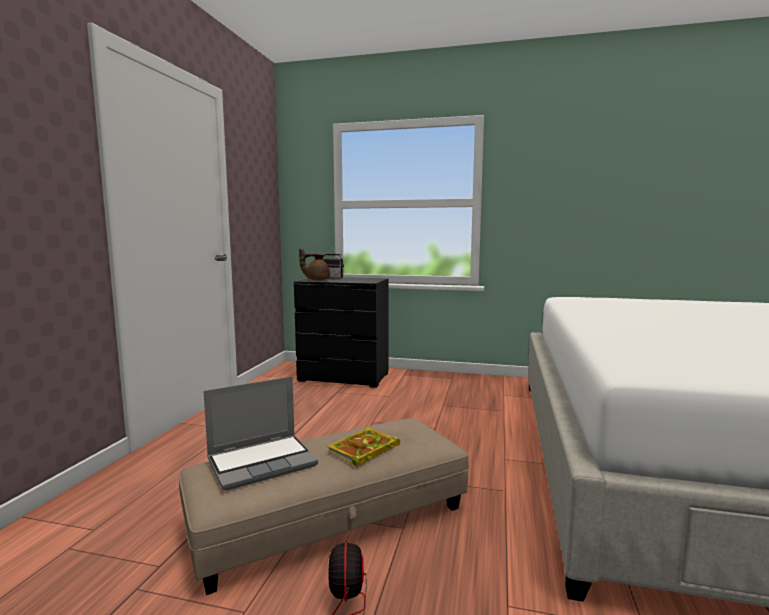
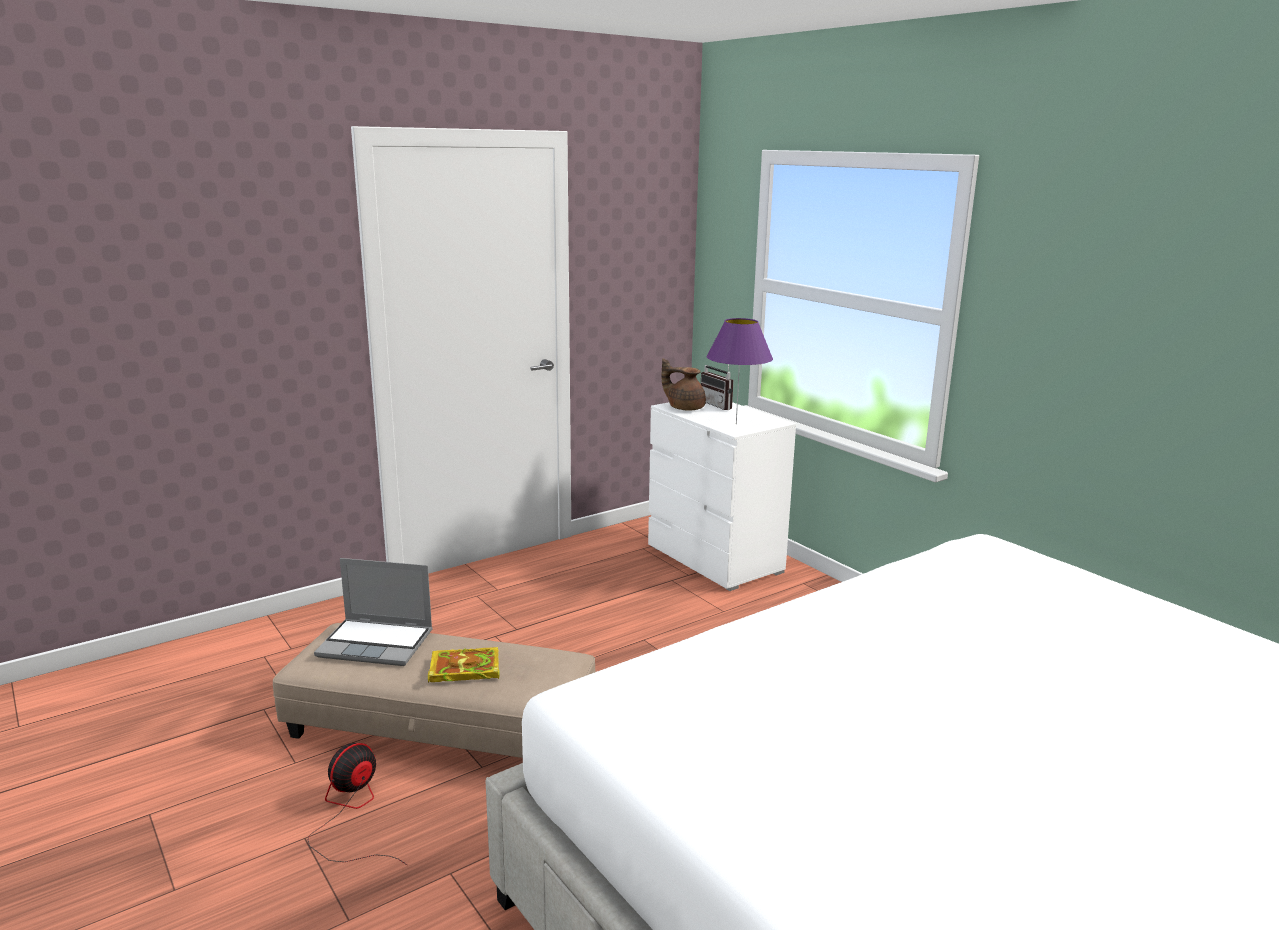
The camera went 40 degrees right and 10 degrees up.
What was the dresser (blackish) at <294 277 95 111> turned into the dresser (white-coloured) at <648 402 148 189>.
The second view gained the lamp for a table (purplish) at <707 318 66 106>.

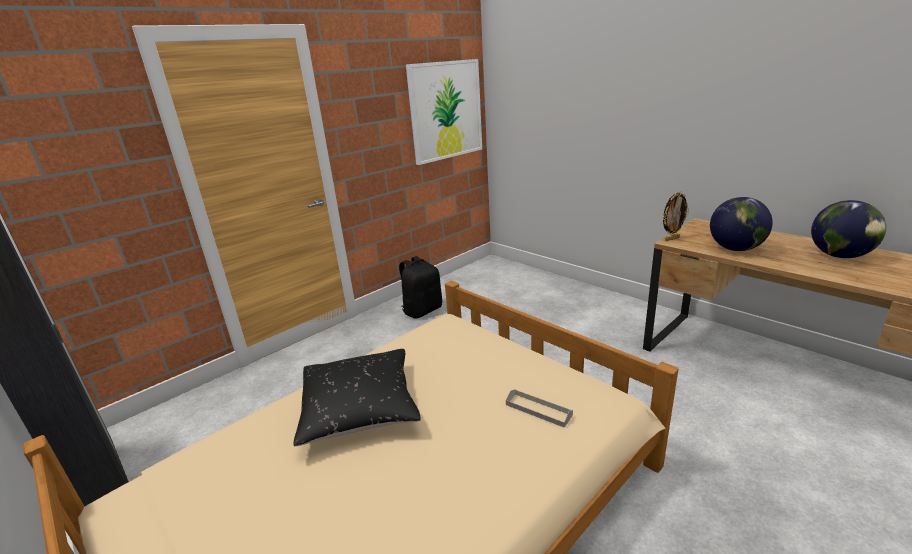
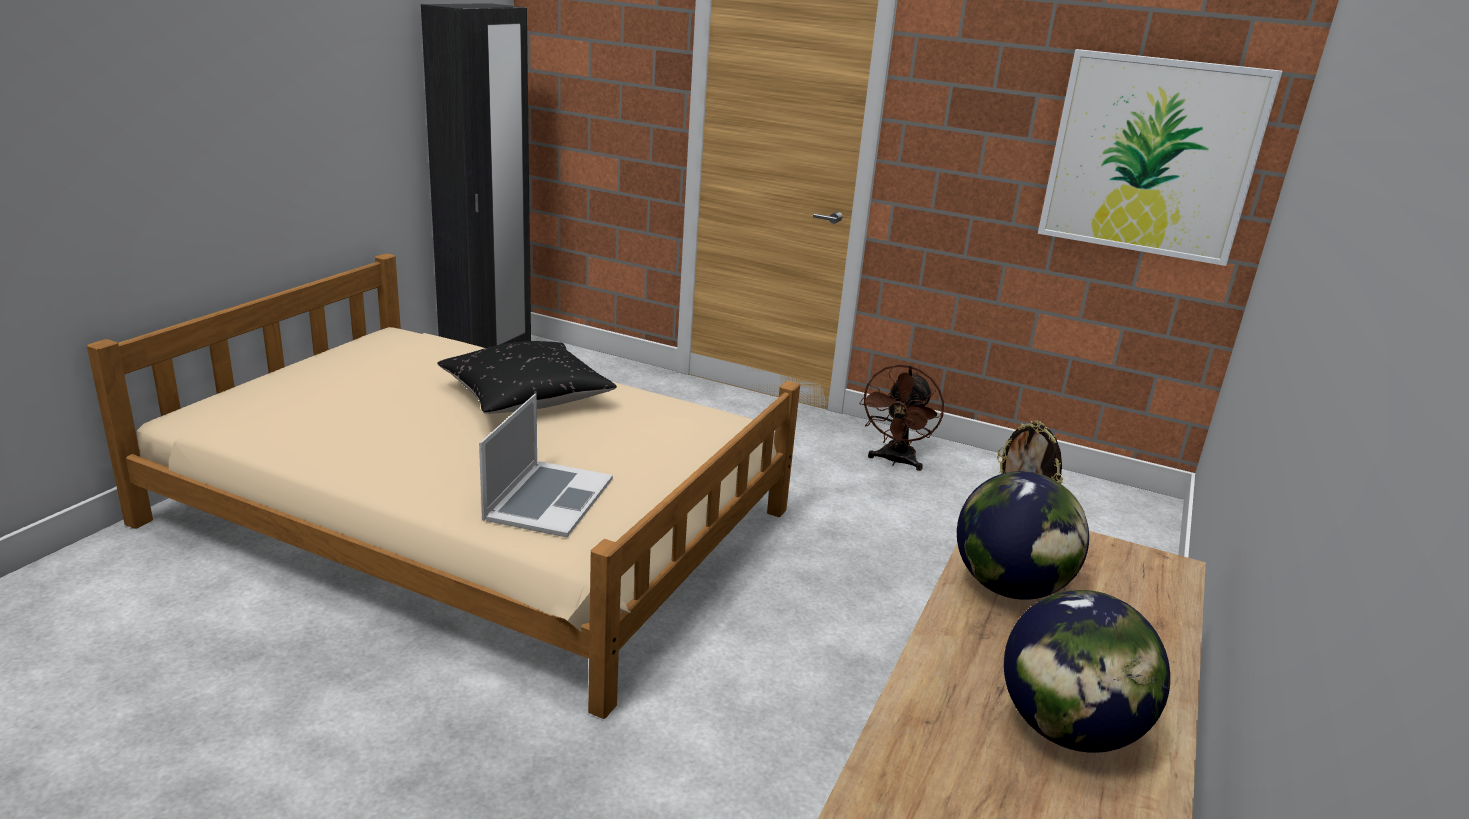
The camera went 65 degrees right and 0 degrees up.
Where the backpack (blackish) stood at <399 256 43 63>, the fan (brownish) came to stand at <859 364 85 107>.
Where the serving tray (grey) stood at <506 389 67 39>, the notebook computer came to stand at <479 394 134 143>.

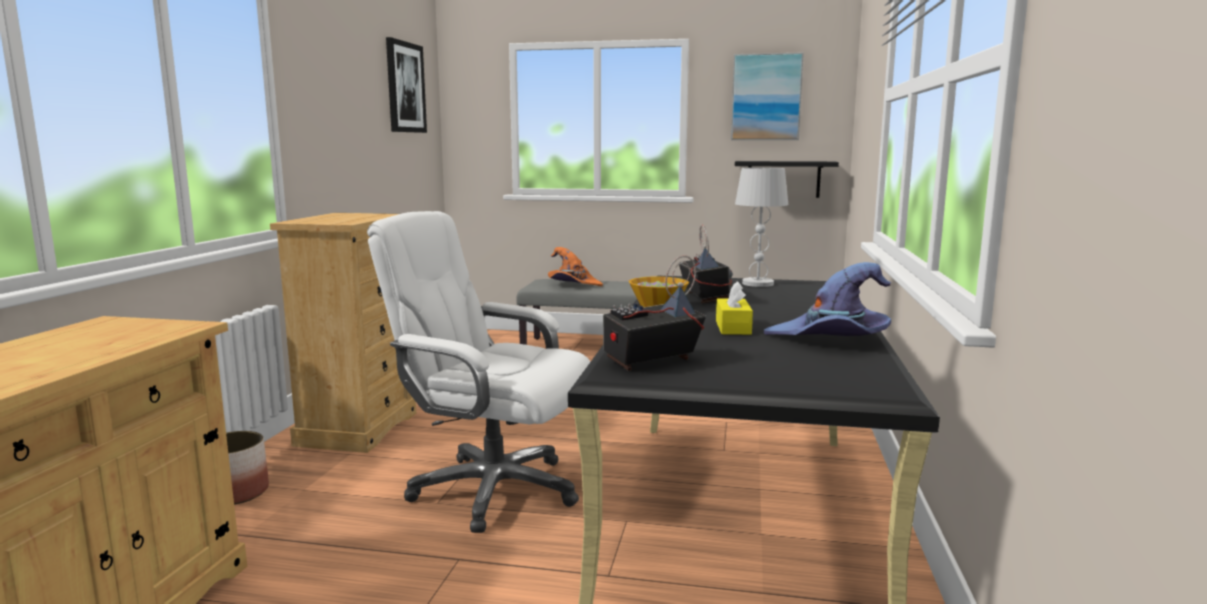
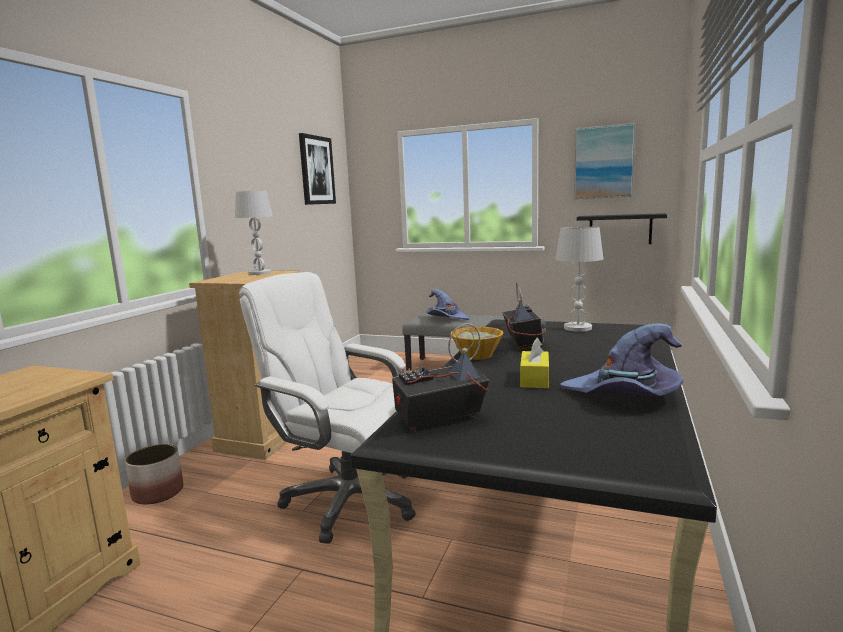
The camera went 10 degrees right and 0 degrees up.
What was the hat (orange-coloured) at <548 247 55 39> turned into the hat (purplish) at <427 289 42 31>.
The second view gained the lamp for a table (white-coloured) at <235 191 38 84>.

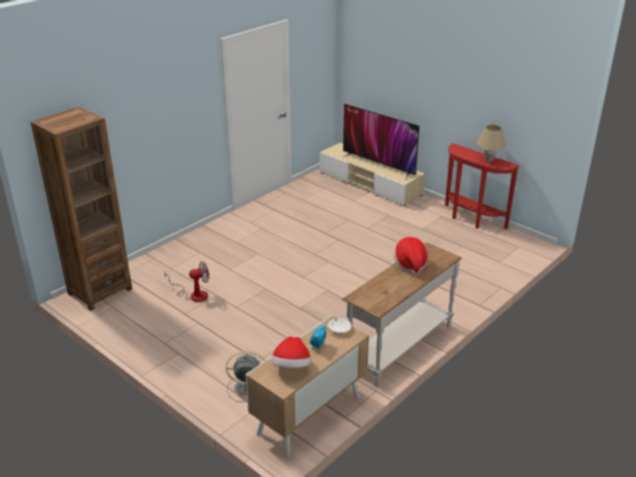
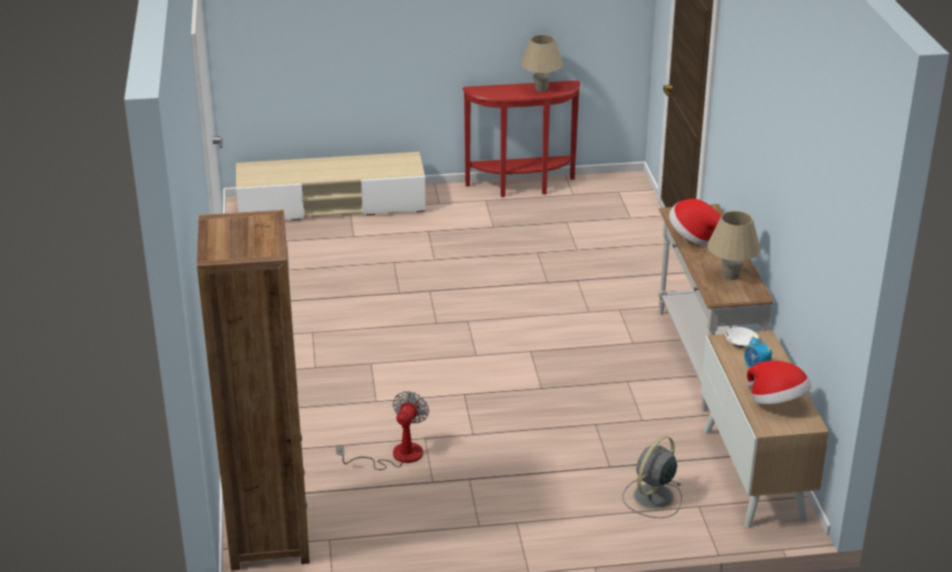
The camera went 50 degrees left and 0 degrees up.
The second view lost the TV at <342 104 77 77>.
The second view gained the lamp for a table (beige) at <707 211 54 69>.

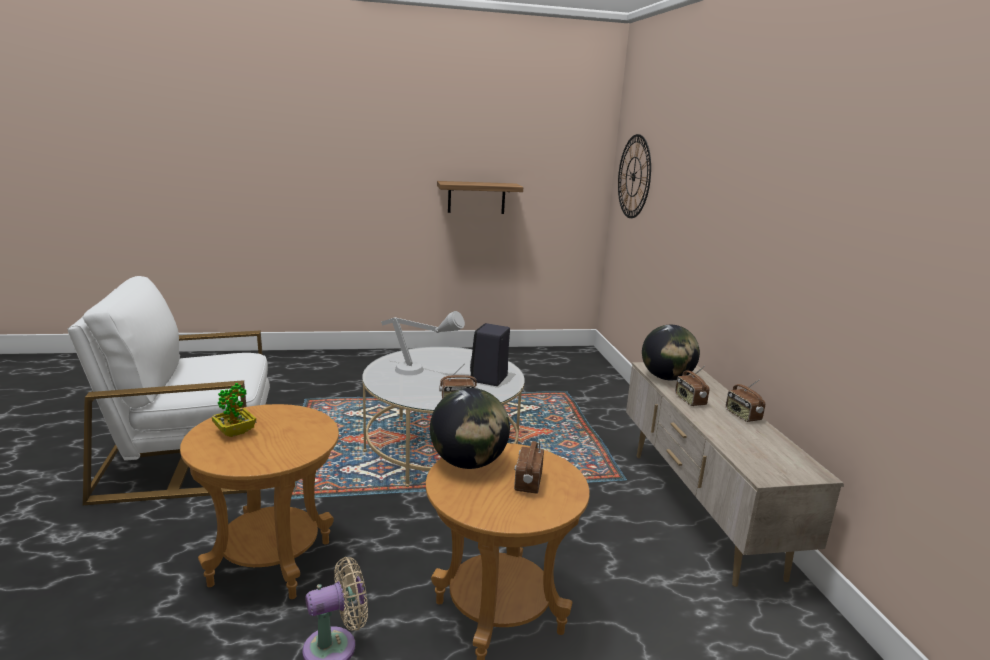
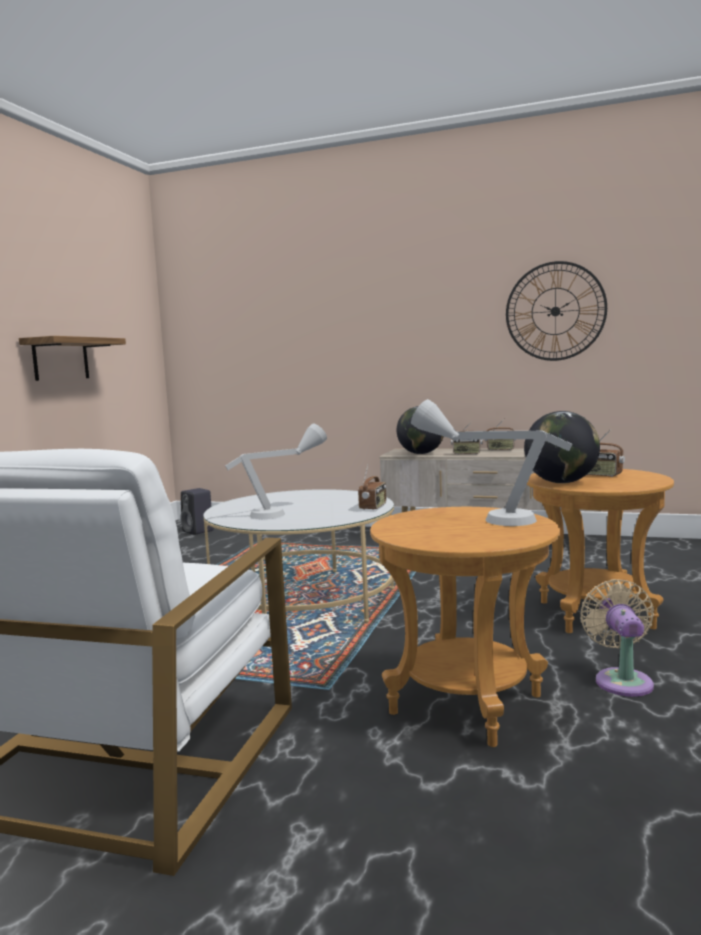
The camera went 60 degrees left and 10 degrees down.
The wall clock ended up elsewhere, having gone from <618 134 33 84> to <506 261 101 100>.
The loudspeaker (blackish) ended up elsewhere, having gone from <470 323 40 63> to <181 488 33 47>.
The second view lost the houseplant at <212 383 44 54>.
The second view gained the lamp for a table (grey) at <411 399 161 127>.

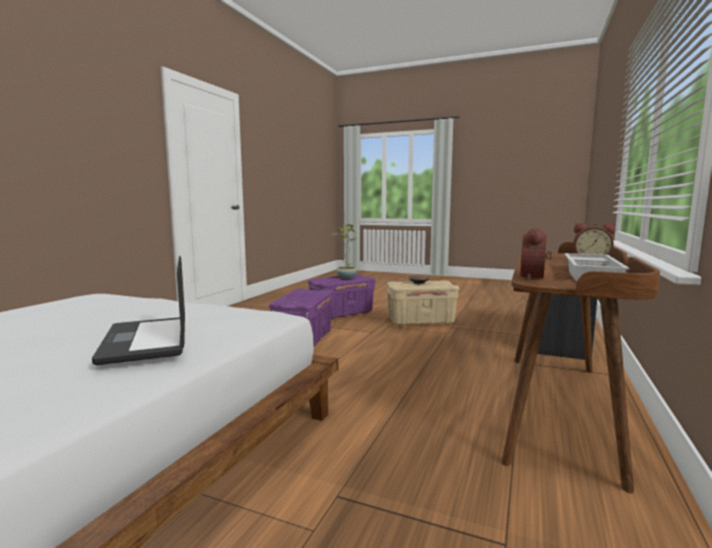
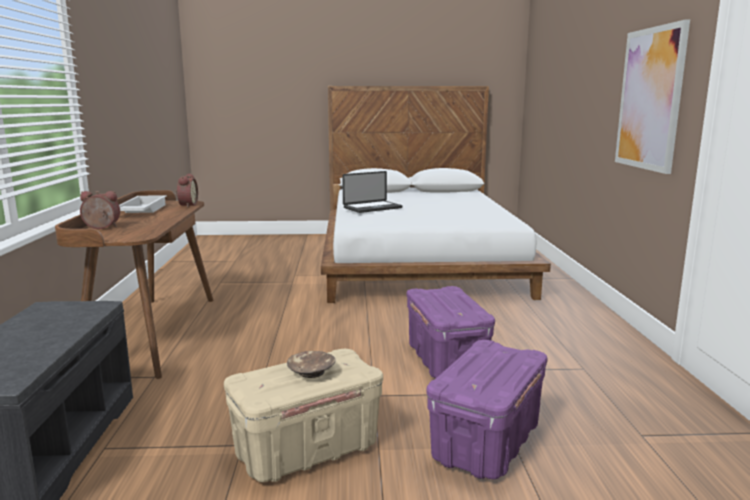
The camera went 155 degrees right and 5 degrees up.
The second view lost the houseplant at <332 224 25 55>.
The notebook computer at <92 256 93 109> ended up facing another way, 105 degrees clockwise from before.
The second view gained the wall picture at <615 19 75 155>.

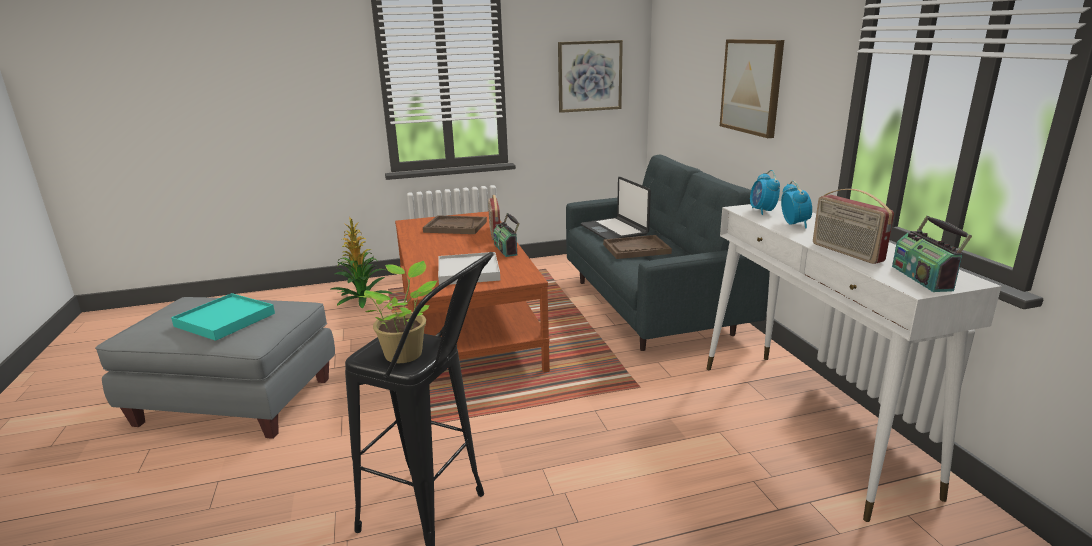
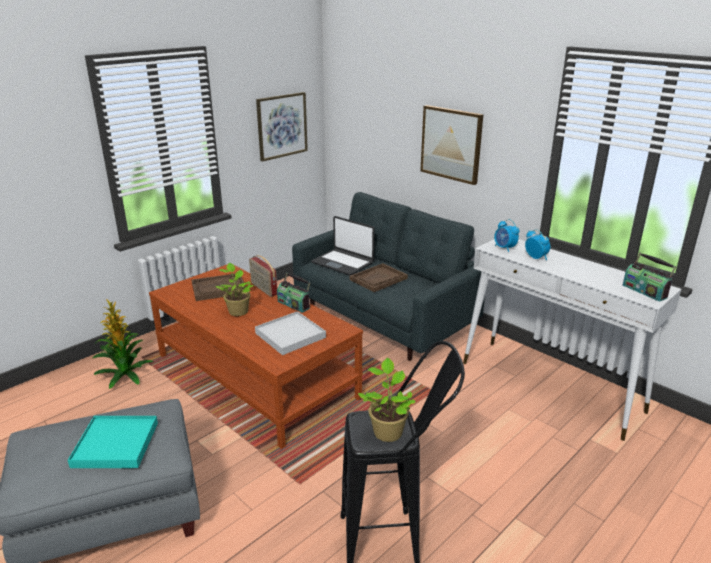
The camera went 30 degrees left and 5 degrees up.
The second view lost the radio at <813 189 81 75>.
The second view gained the houseplant at <215 263 39 53>.

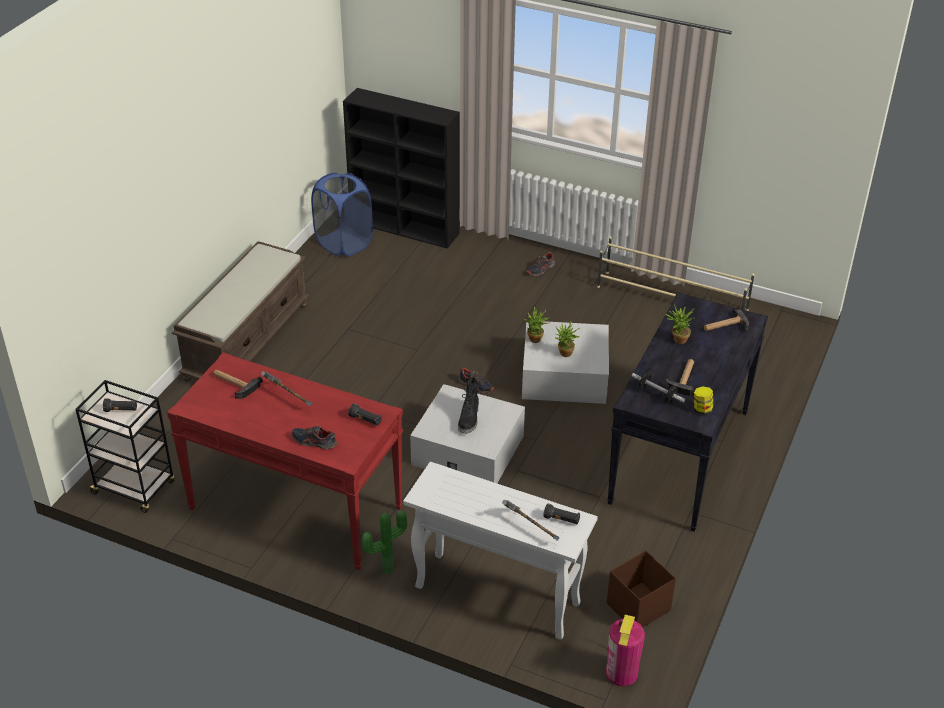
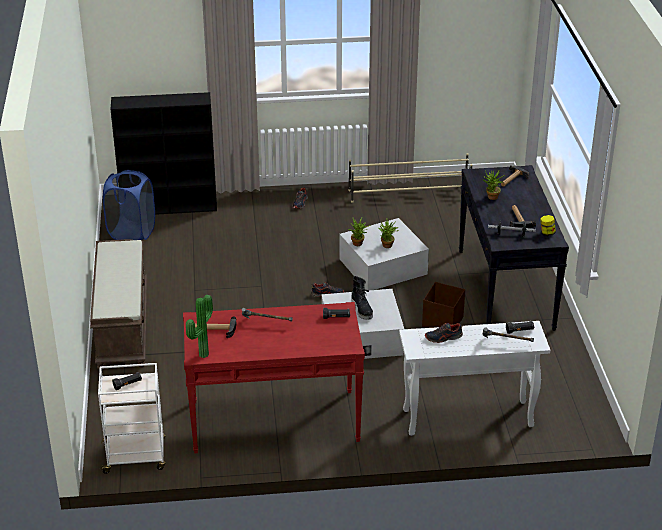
The camera went 30 degrees left and 5 degrees down.
What was the trolley (blackish) at <75 380 100 133> turned into the trolley (white-coloured) at <98 363 67 111>.
The low shoe ended up elsewhere, having gone from <291 426 46 23> to <425 323 38 20>.
The houseplant ended up elsewhere, having gone from <362 510 45 65> to <186 295 27 63>.
The storage box (brownish) ended up elsewhere, having gone from <607 551 69 76> to <422 282 43 46>.
The second view lost the fire extinguisher at <606 615 39 72>.

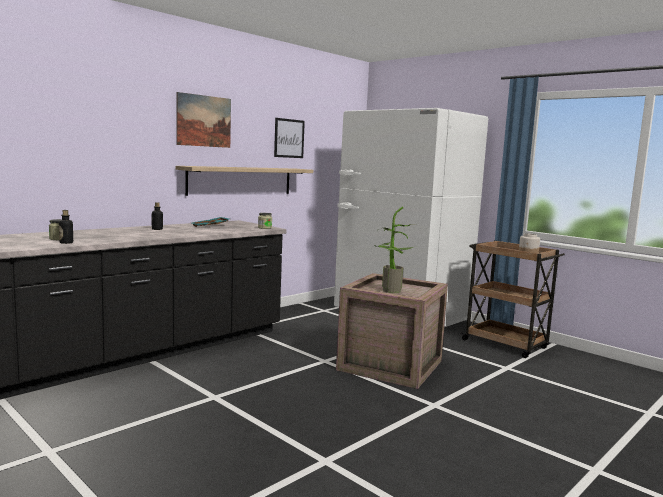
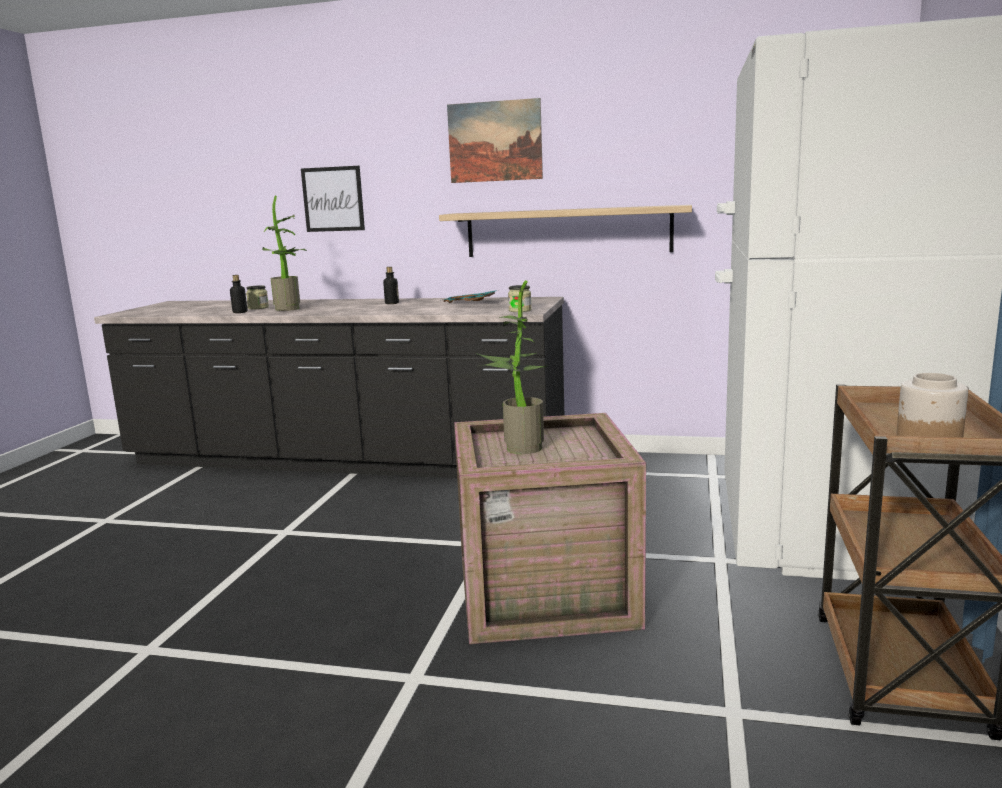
The camera went 60 degrees right and 5 degrees up.
The wall picture ended up elsewhere, having gone from <274 118 31 40> to <301 166 64 66>.
The second view gained the houseplant at <262 196 45 115>.

